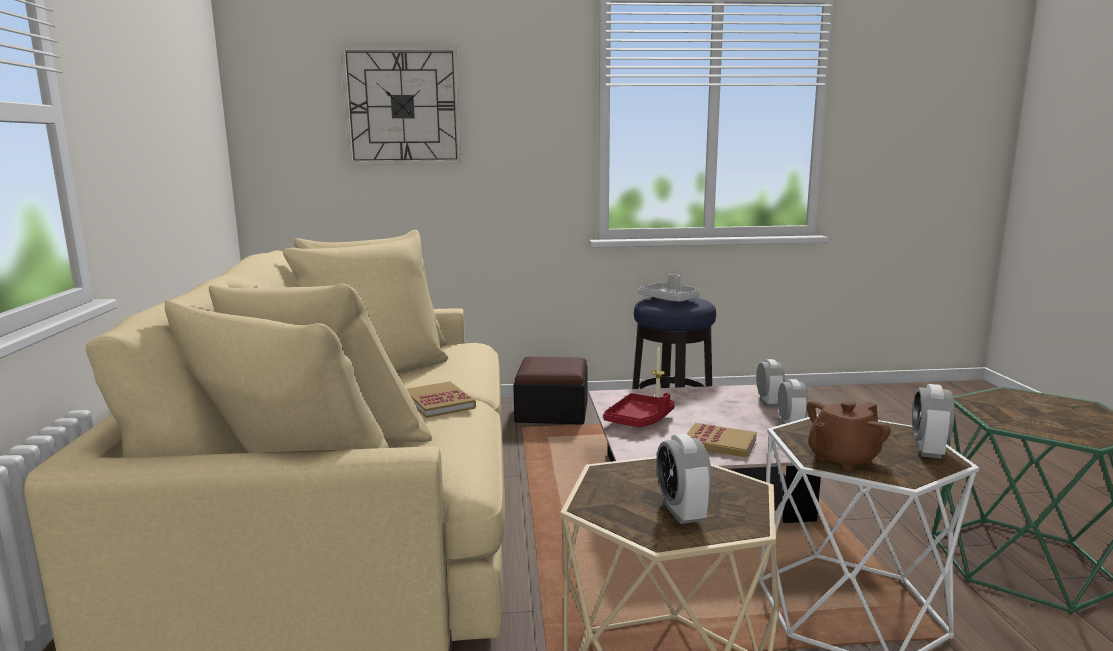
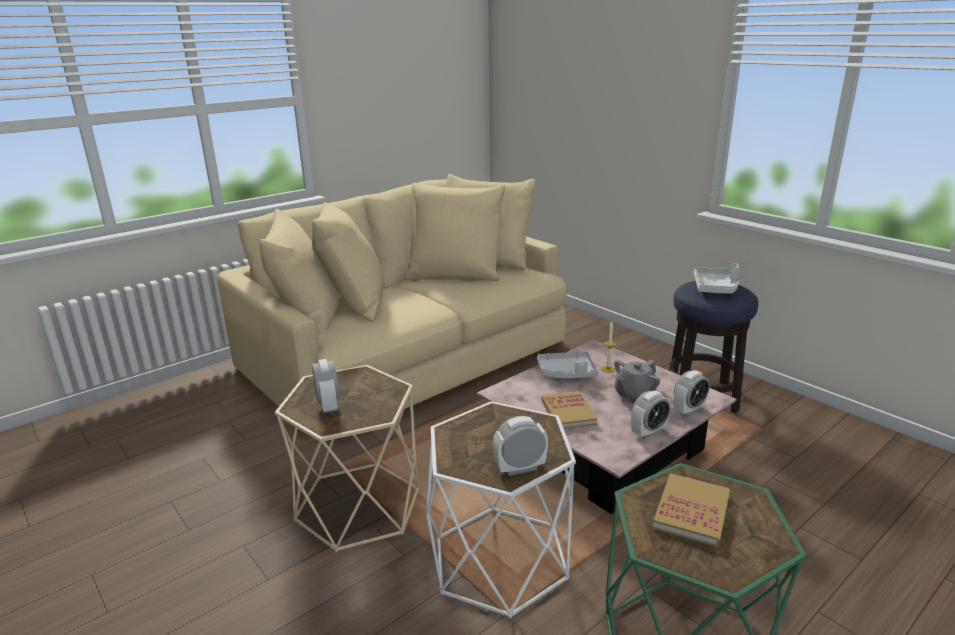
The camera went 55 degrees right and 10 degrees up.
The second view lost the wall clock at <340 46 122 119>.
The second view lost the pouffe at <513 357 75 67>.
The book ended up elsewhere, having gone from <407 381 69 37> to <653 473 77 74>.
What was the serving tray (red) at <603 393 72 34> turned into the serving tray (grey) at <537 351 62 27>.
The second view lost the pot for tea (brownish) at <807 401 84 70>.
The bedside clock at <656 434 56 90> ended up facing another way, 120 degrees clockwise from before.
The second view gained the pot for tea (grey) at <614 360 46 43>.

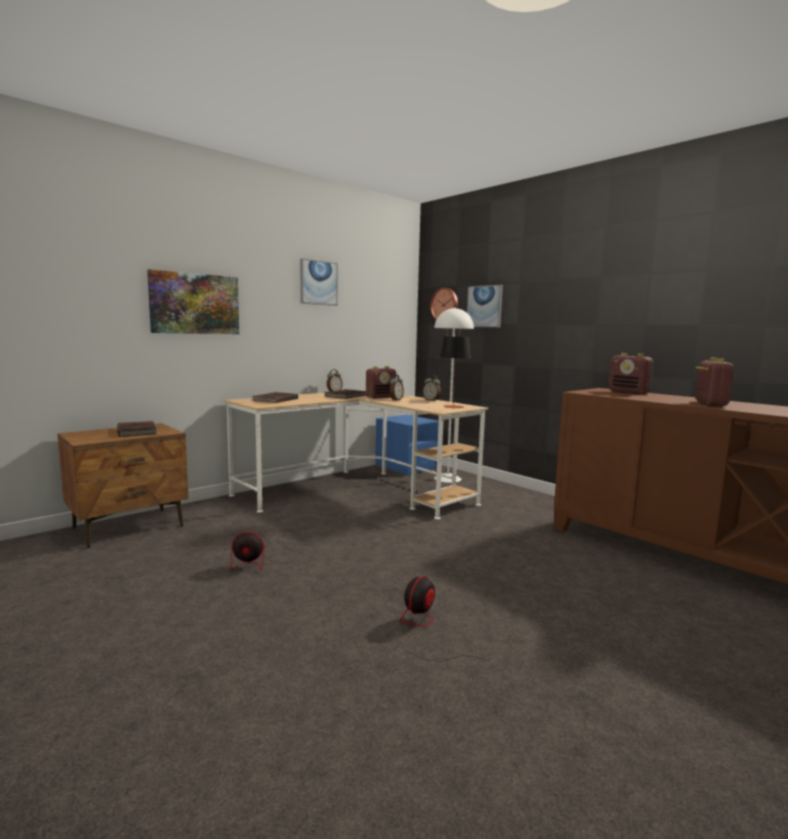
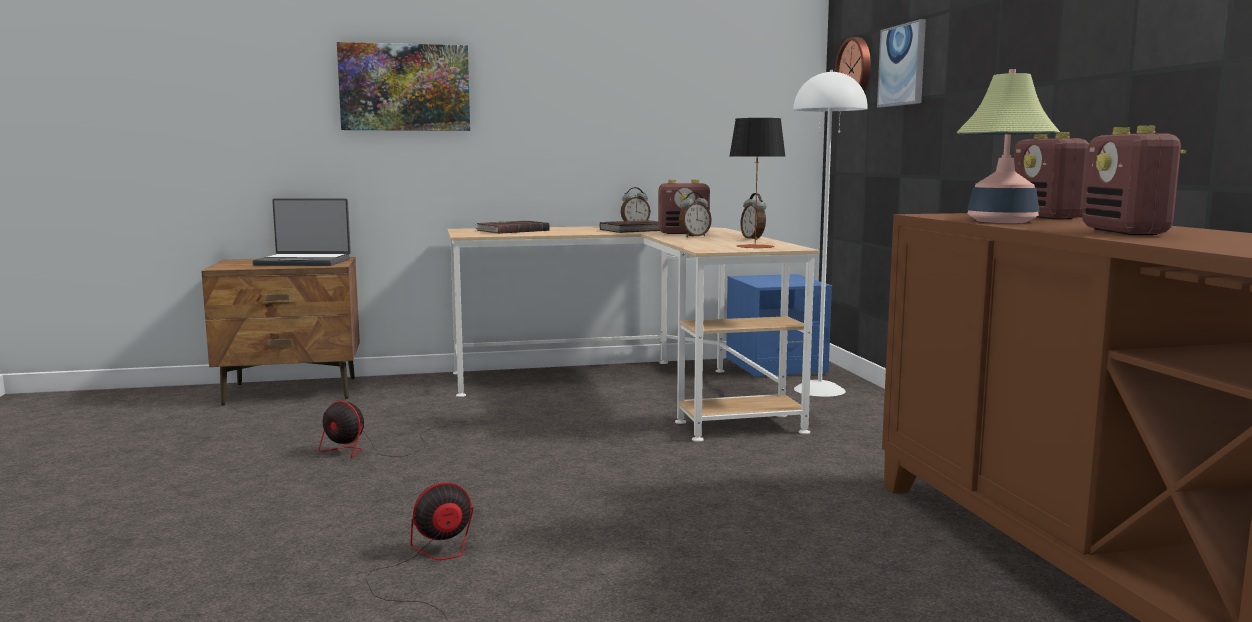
The camera went 30 degrees right and 0 degrees up.
The second view lost the wall picture at <300 258 38 48>.
The radio at <695 358 39 48> ended up facing another way, 135 degrees clockwise from before.
Where the book (brownish) stood at <117 421 40 16>, the notebook computer came to stand at <253 198 98 68>.
The second view gained the lamp for a table at <957 69 103 154>.

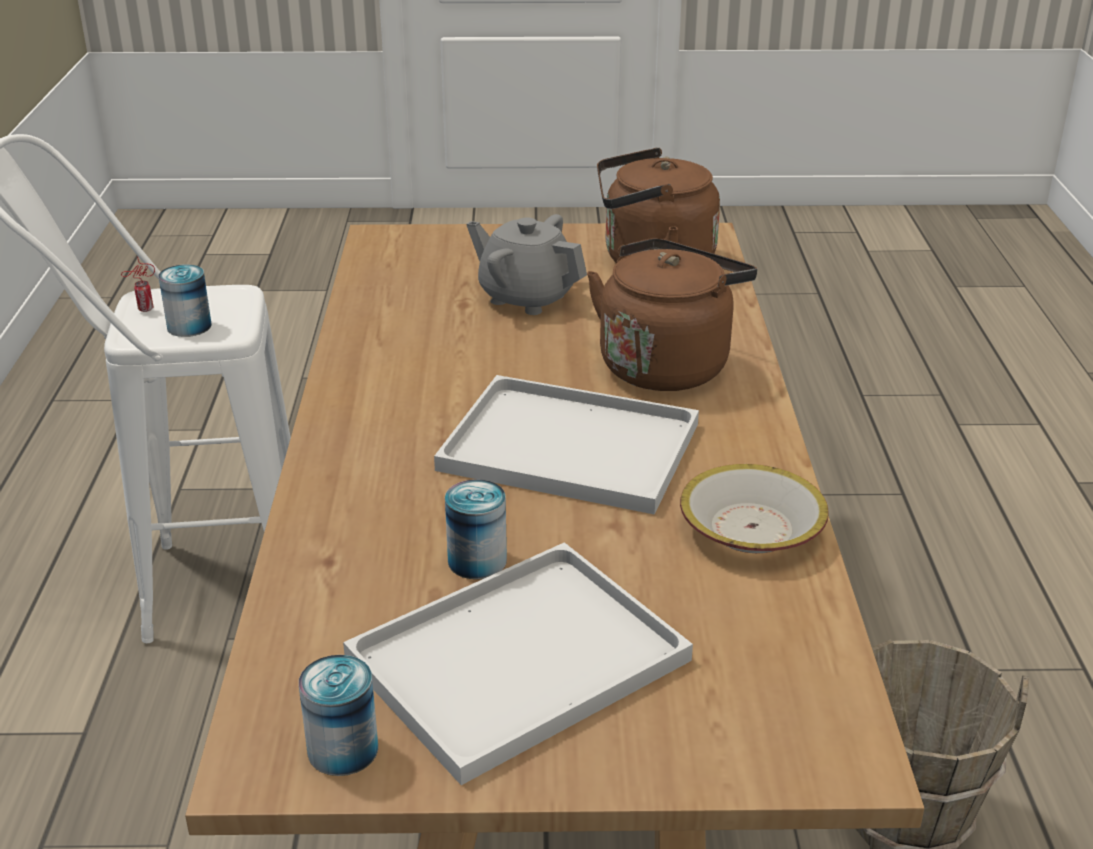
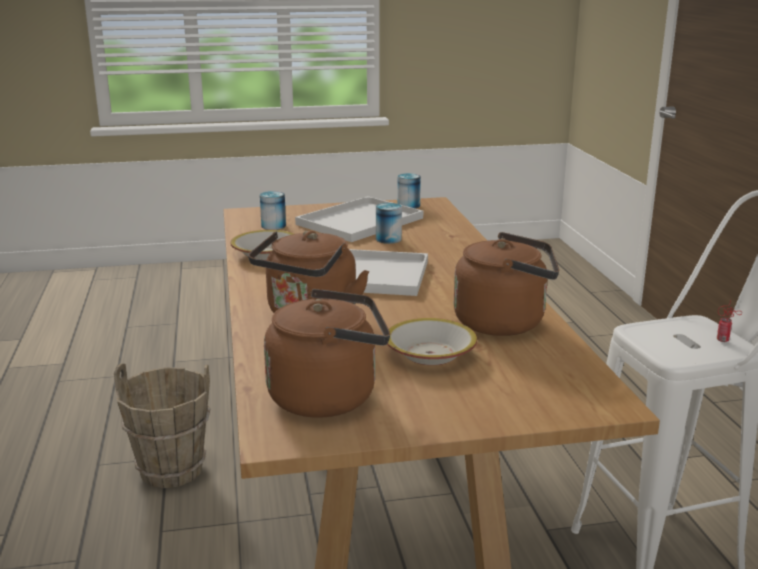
The camera went 170 degrees right and 10 degrees down.
Where the pot for tea (grey) stood at <466 214 121 101>, the bowl came to stand at <387 318 90 47>.
The can ended up elsewhere, having gone from <158 264 54 73> to <260 191 26 39>.
The second view gained the tea kettle (brownish) at <454 232 105 104>.

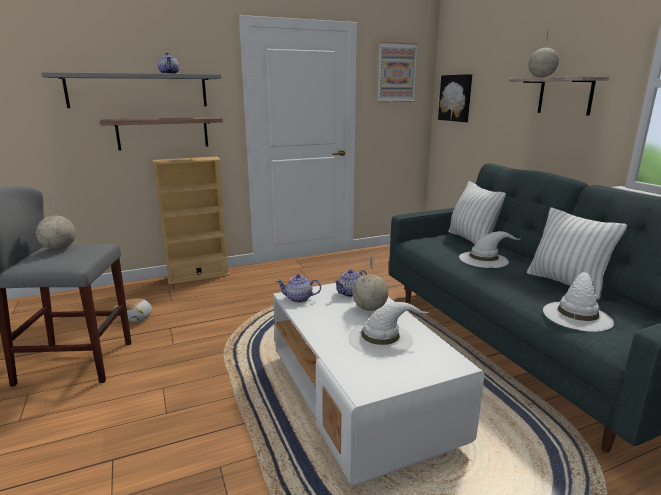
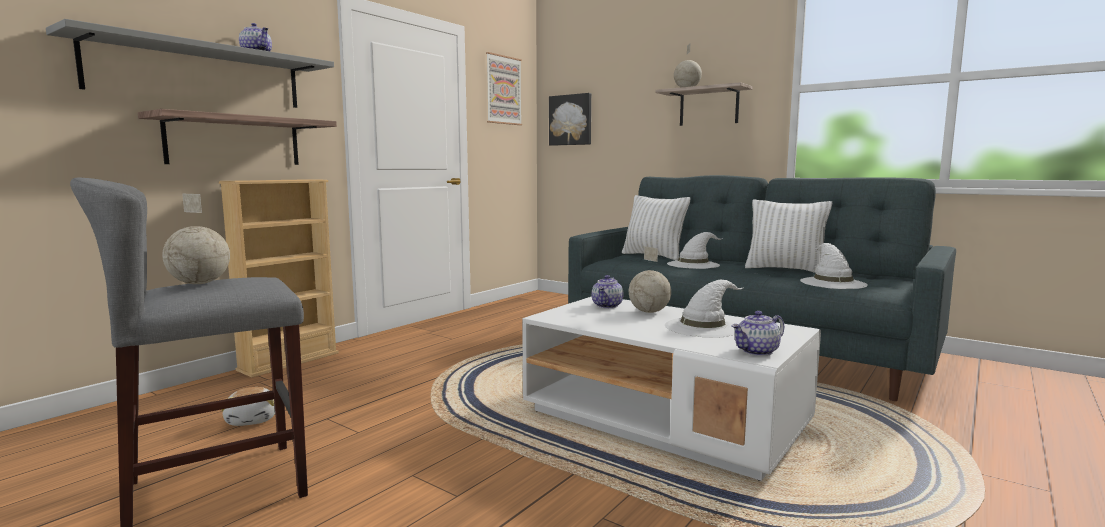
The camera went 30 degrees left and 10 degrees down.
The pot for tea ended up elsewhere, having gone from <276 274 45 29> to <732 311 52 45>.

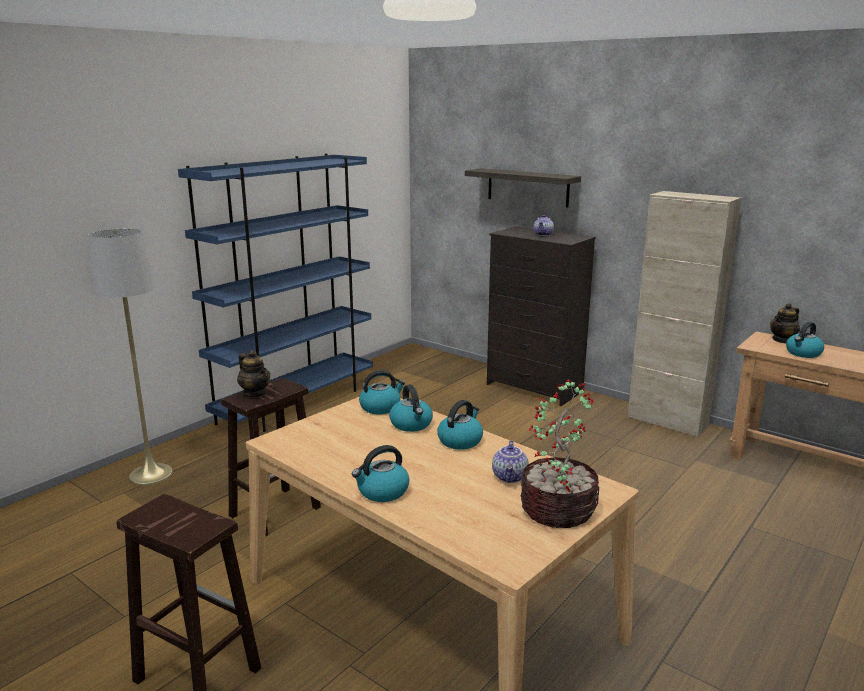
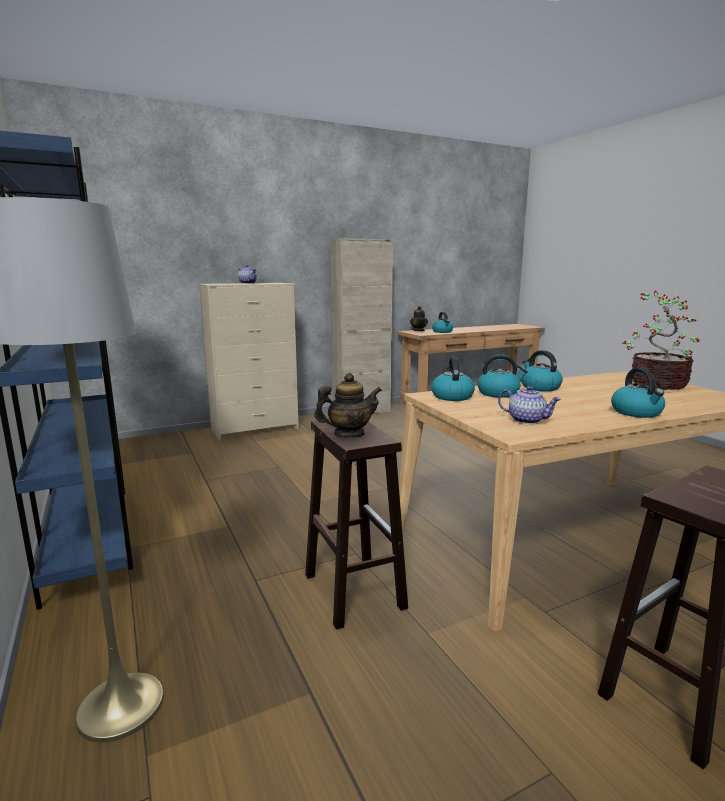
The camera went 65 degrees left and 5 degrees down.
The second view lost the bracket shelf at <465 168 116 39>.
What was the dresser (blackish) at <487 226 109 180> turned into the dresser (beige) at <199 283 100 158>.
The pot for tea ended up elsewhere, having gone from <492 440 37 43> to <498 386 63 38>.

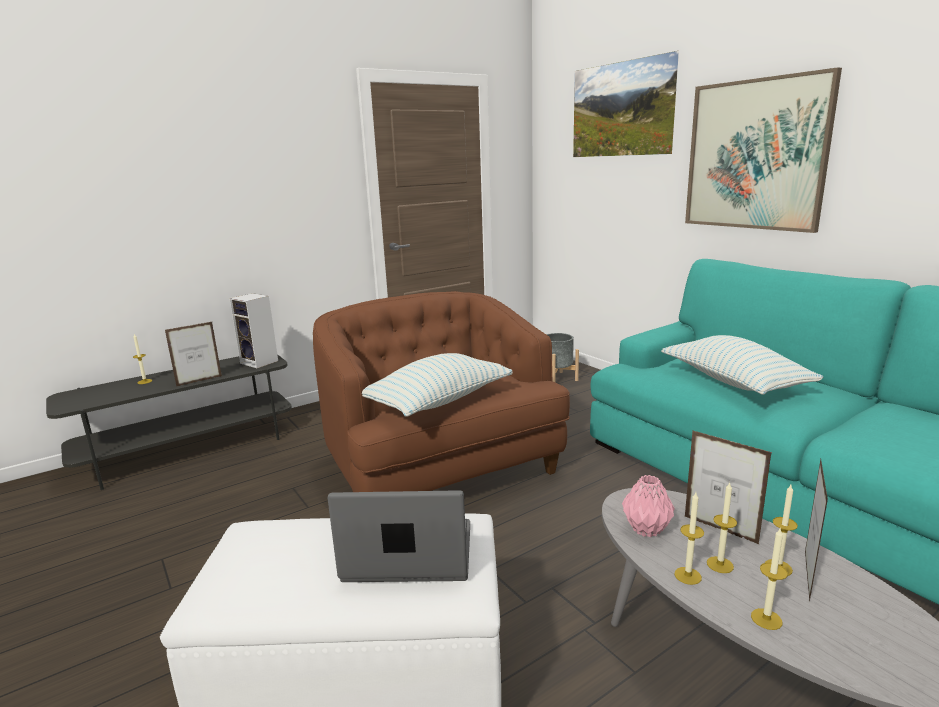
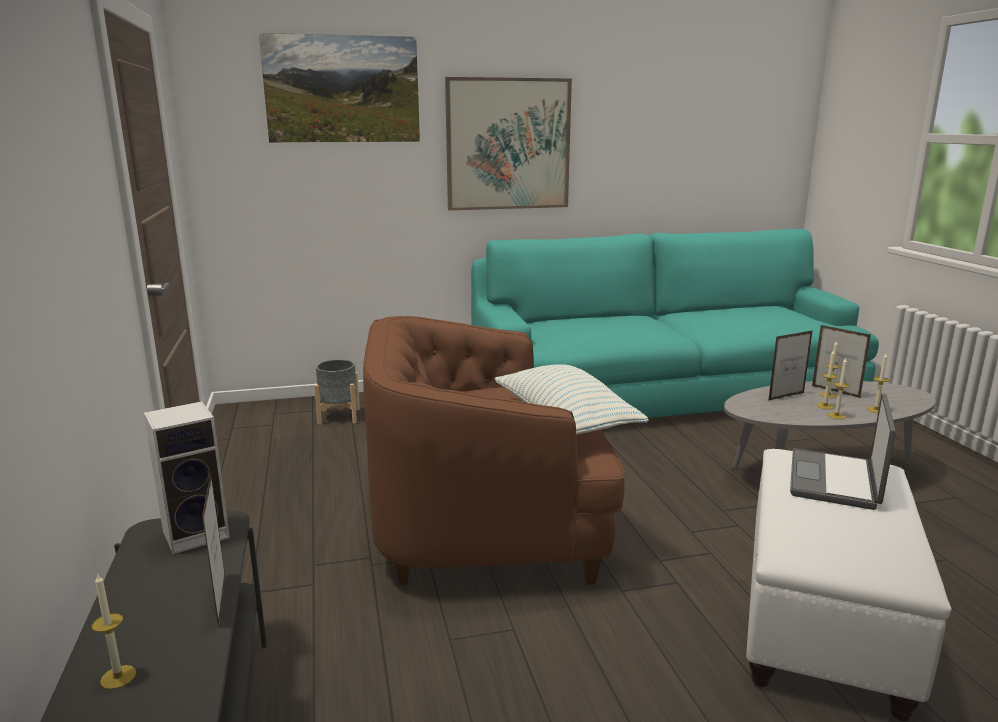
The camera went 70 degrees left and 0 degrees up.
The second view lost the pillow at <661 335 162 60>.
The second view lost the vase (pink) at <622 475 53 62>.

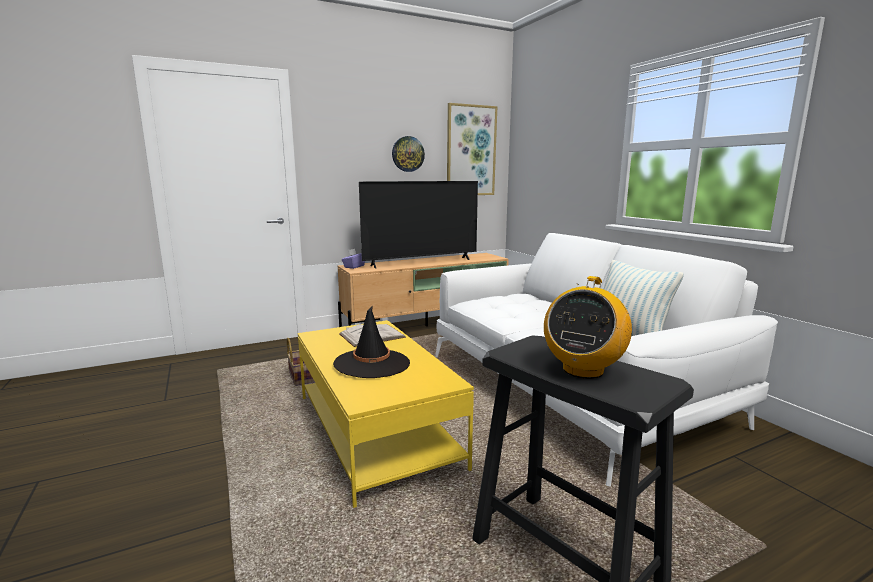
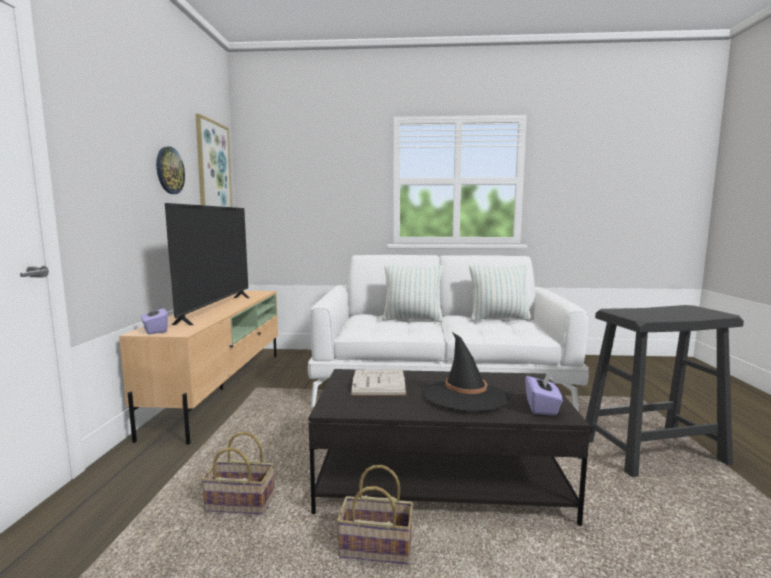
The camera went 60 degrees left and 5 degrees down.
The second view lost the radio at <544 276 88 103>.
What was the low table (yellow-coloured) at <298 320 176 188> turned into the low table (blackish) at <308 369 282 157>.
The second view gained the pillow at <382 265 61 57>.
The second view gained the box of tissues (purplish) at <525 372 38 44>.
The second view gained the basket at <337 465 76 99>.

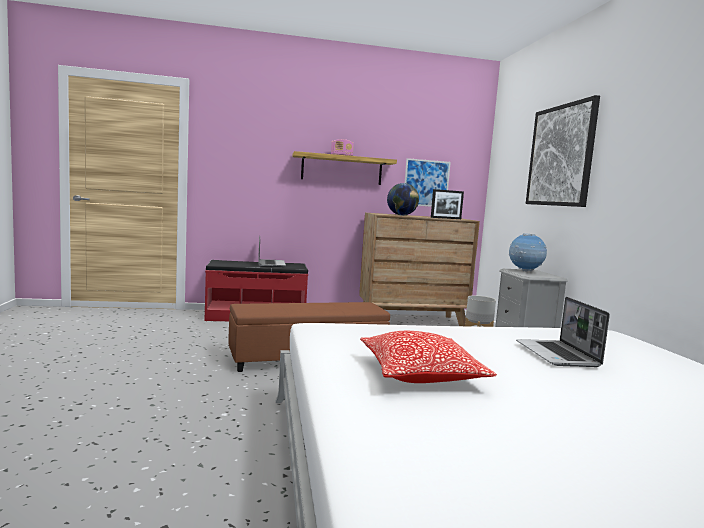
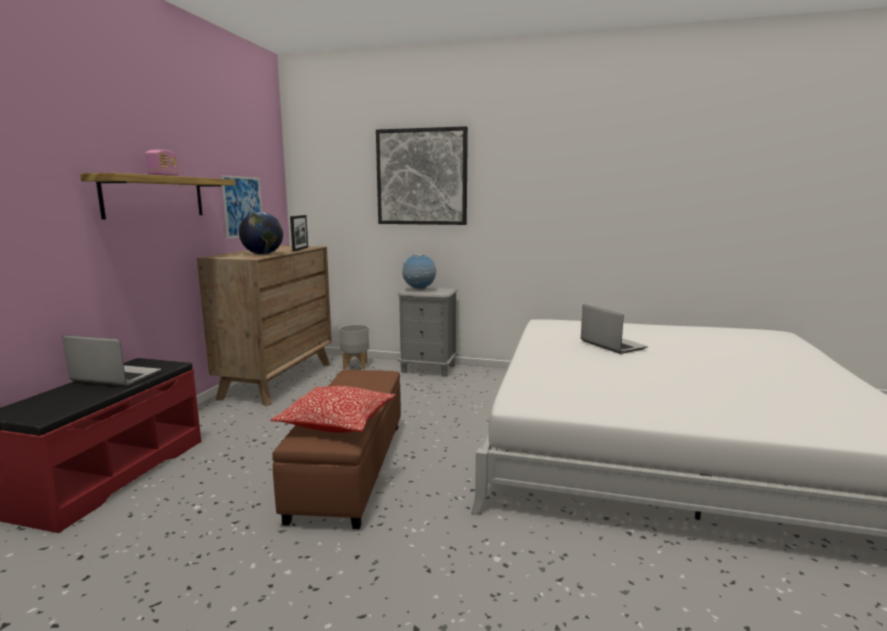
The camera went 65 degrees left and 5 degrees up.
The notebook computer at <516 297 94 70> ended up facing another way, 135 degrees counterclockwise from before.
The pillow ended up elsewhere, having gone from <360 331 137 52> to <270 386 125 47>.

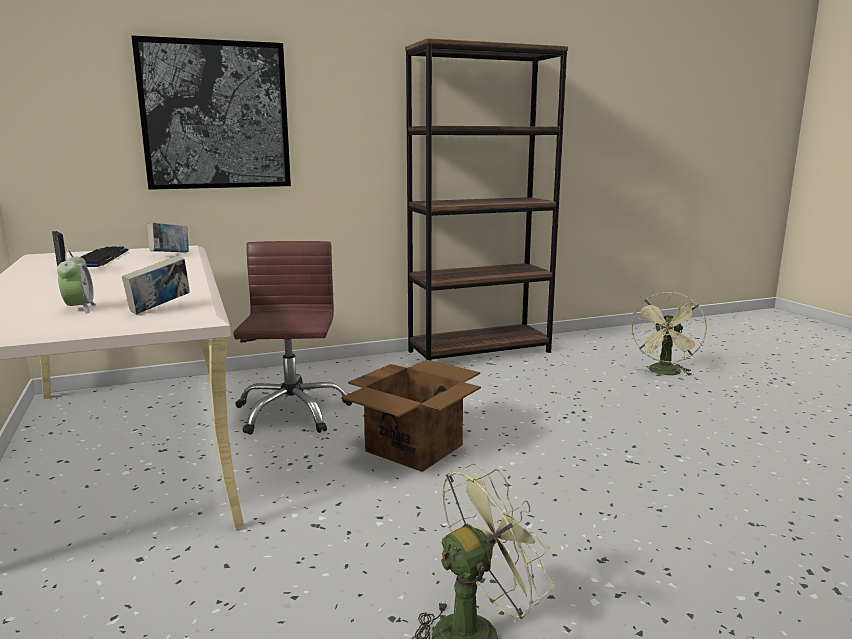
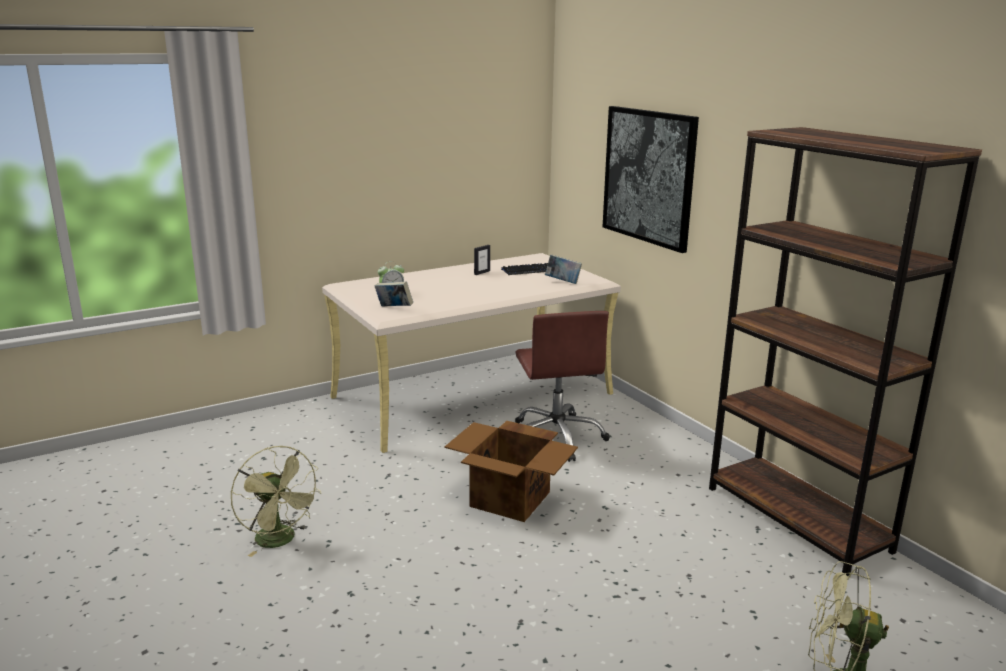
The camera went 80 degrees right and 5 degrees up.
The office chair (brownish) at <233 241 119 194> ended up facing another way, 90 degrees clockwise from before.

